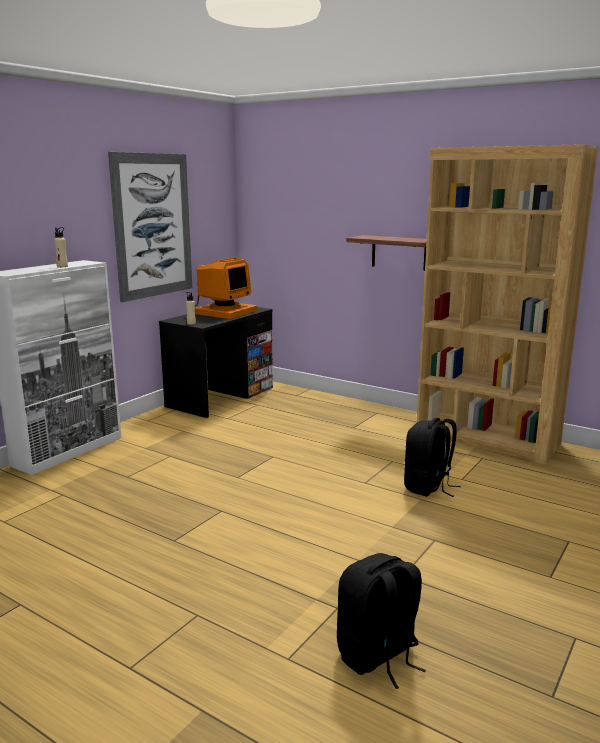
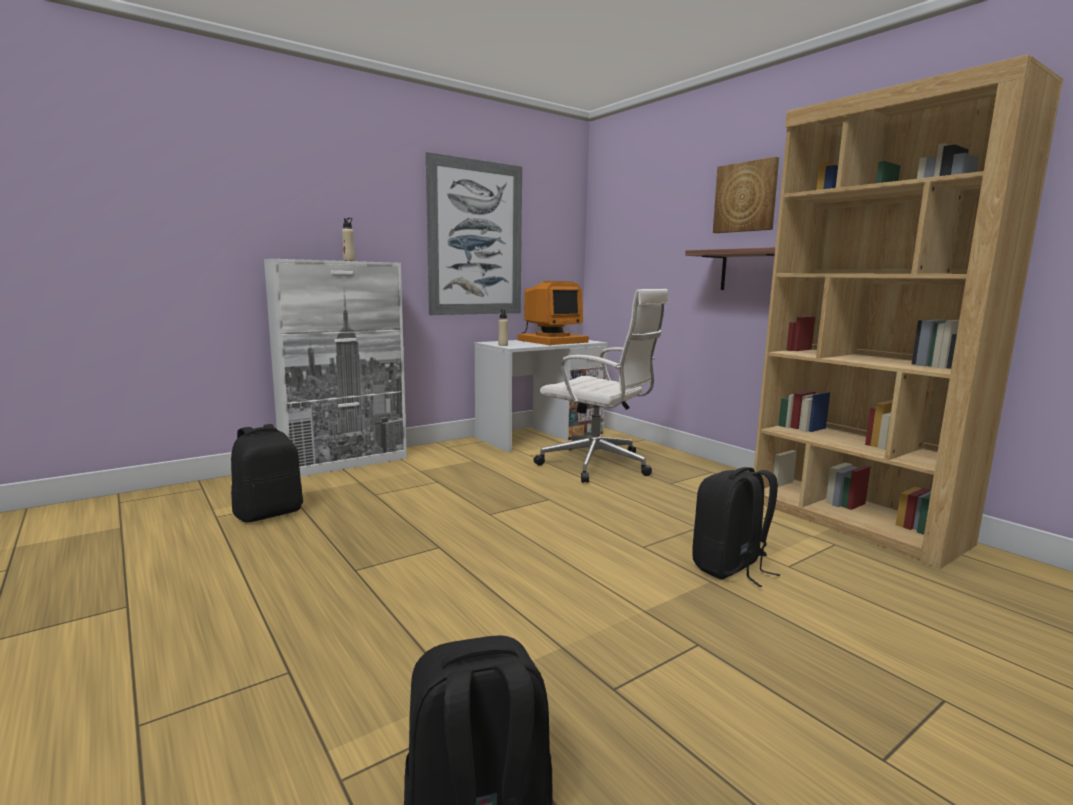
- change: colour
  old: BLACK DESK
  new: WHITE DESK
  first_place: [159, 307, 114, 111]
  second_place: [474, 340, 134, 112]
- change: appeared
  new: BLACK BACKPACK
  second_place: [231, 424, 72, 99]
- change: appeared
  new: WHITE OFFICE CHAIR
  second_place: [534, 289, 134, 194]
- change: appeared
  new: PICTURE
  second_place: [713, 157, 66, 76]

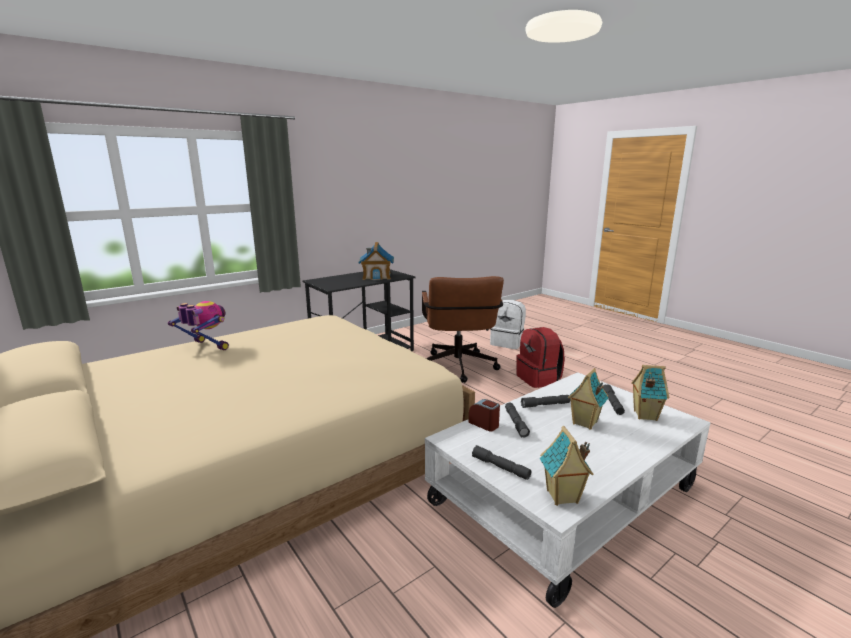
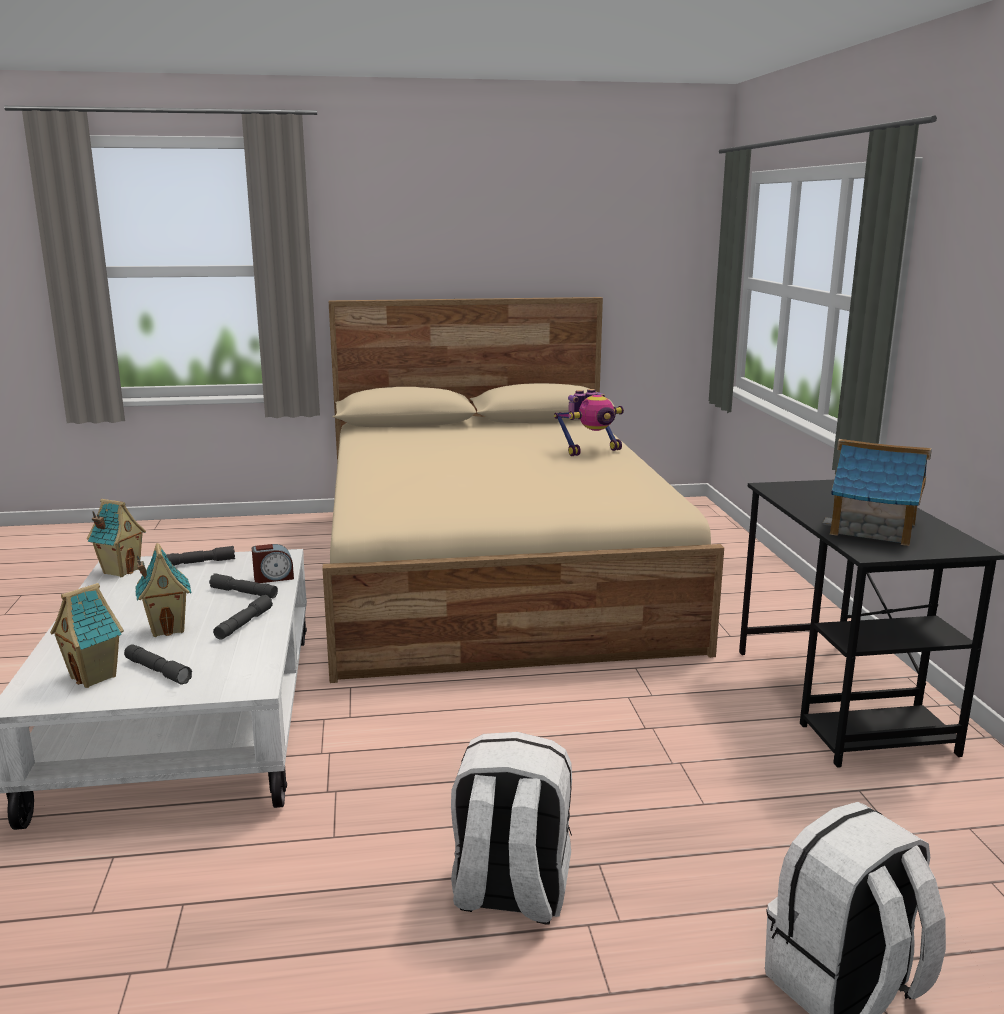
- change: missing
  old: BROWN OFFICE CHAIR
  first_place: [422, 276, 82, 107]
- change: colour
  old: RED BACKPACK
  new: WHITE BACKPACK
  first_place: [516, 327, 49, 61]
  second_place: [451, 732, 121, 193]

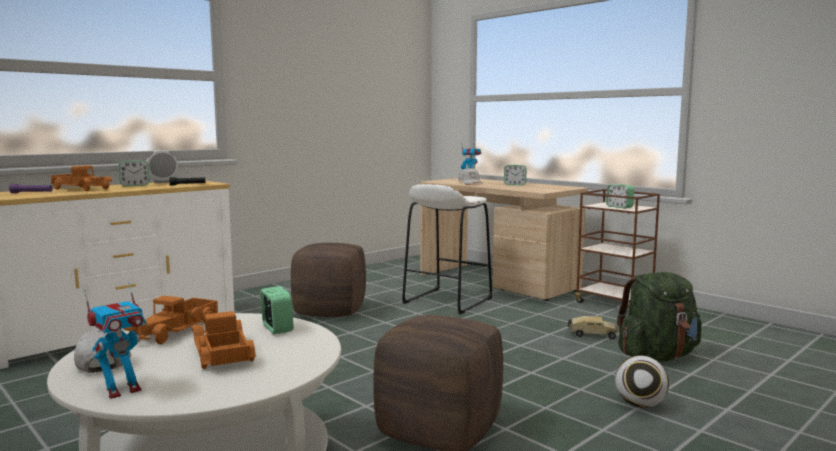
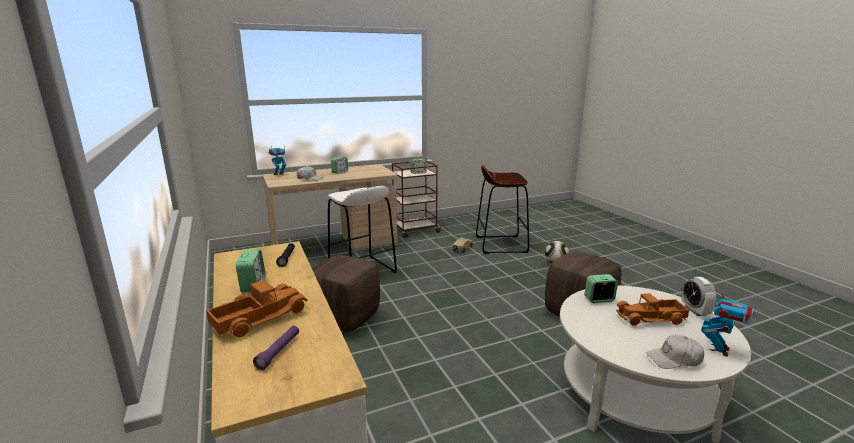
- change: spun
  old: TOY ROBOT
  first_place: [84, 282, 63, 117]
  second_place: [701, 287, 53, 70]
  degrees: 60
- change: missing
  old: TOY TRUCK
  first_place: [124, 296, 94, 48]
- change: relocated
  old: ALARM CLOCK
  first_place: [146, 150, 32, 33]
  second_place: [682, 277, 34, 39]
- change: exchanged
  old: GREEN BACKPACK
  new: BROWN STOOL
  first_place: [617, 272, 85, 90]
  second_place: [476, 165, 53, 89]

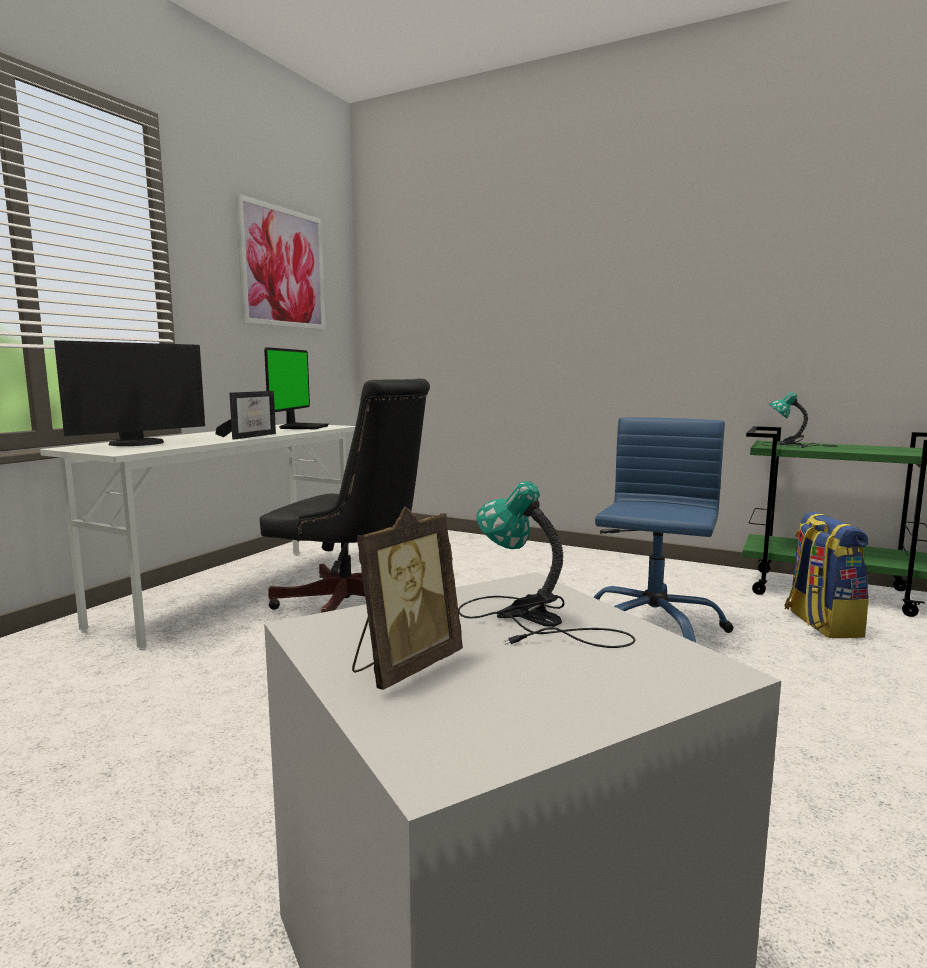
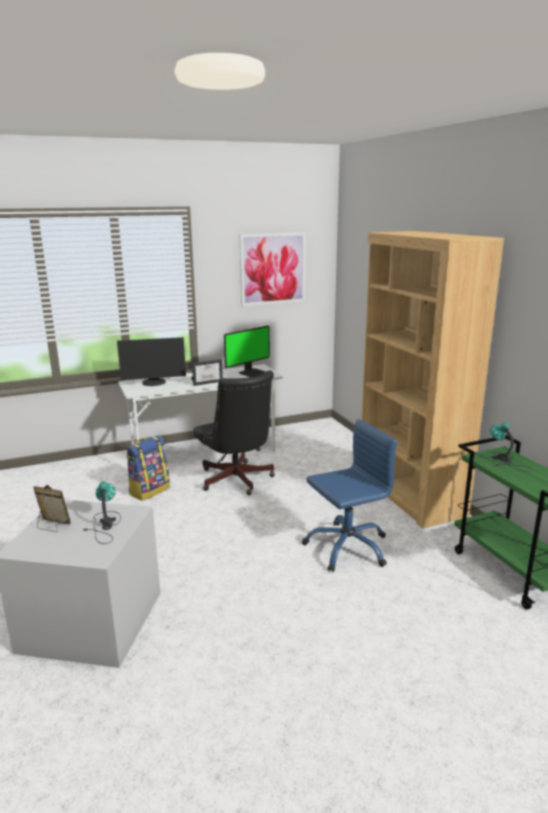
- change: spun
  old: PICTURE FRAME
  first_place: [352, 507, 111, 183]
  second_place: [33, 485, 38, 47]
  degrees: -150
- change: relocated
  old: BACKPACK
  first_place: [785, 512, 84, 126]
  second_place: [126, 436, 44, 65]
- change: appeared
  new: BROWN BOOKCASE
  second_place: [361, 231, 143, 298]

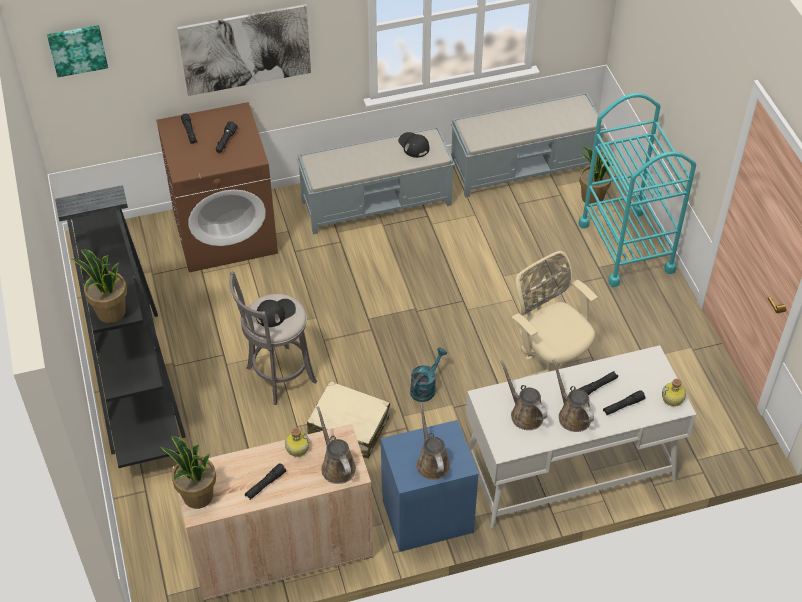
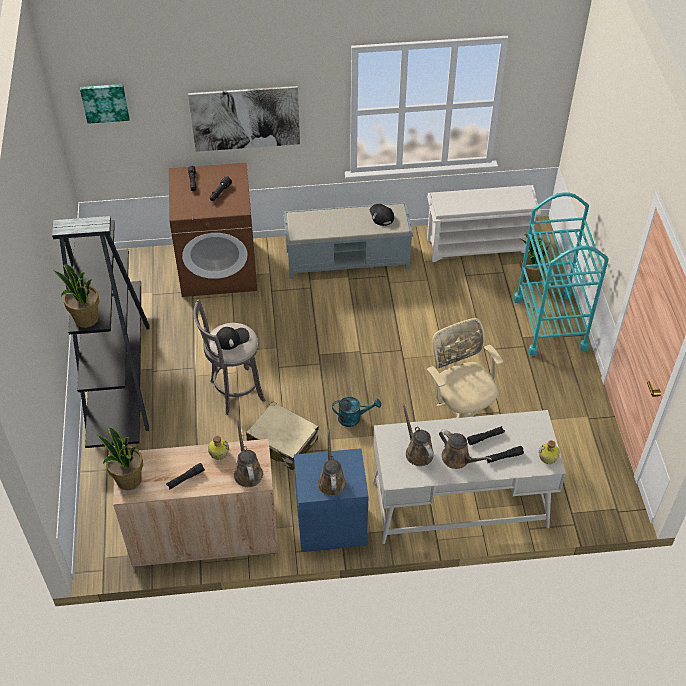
- change: spun
  old: TURQUOISE WATERING CAN
  first_place: [410, 348, 37, 54]
  second_place: [332, 397, 49, 30]
  degrees: 45
- change: exchanged
  old: GREY BENCH
  new: WHITE SHOE RACK
  first_place: [451, 93, 155, 105]
  second_place: [427, 185, 114, 77]
- change: spun
  old: BROWN WATERING CAN
  first_place: [552, 359, 42, 73]
  second_place: [439, 429, 53, 40]
  degrees: 150

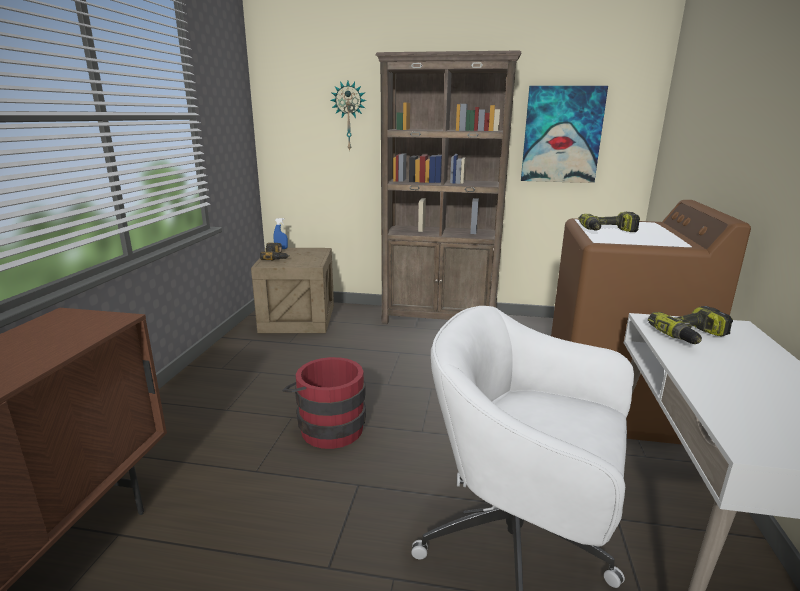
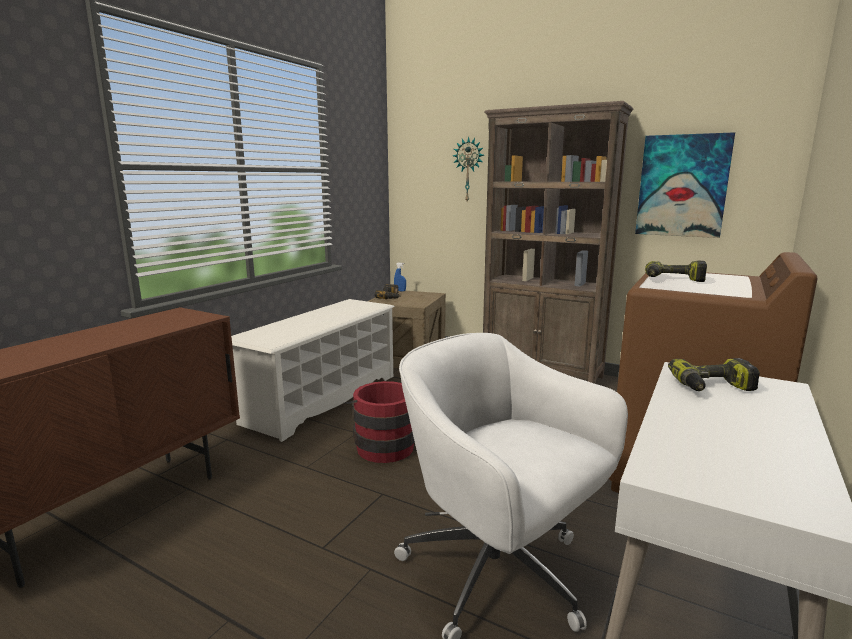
- change: appeared
  new: WHITE SHOE RACK
  second_place: [231, 299, 163, 143]

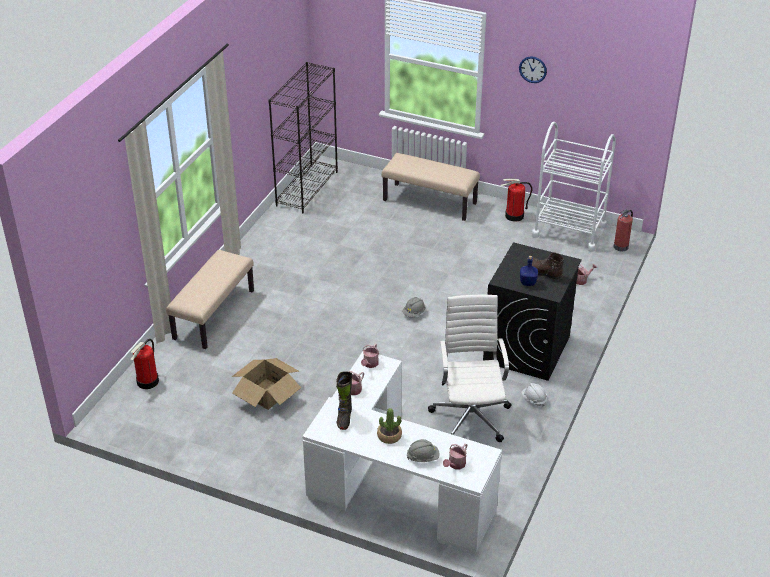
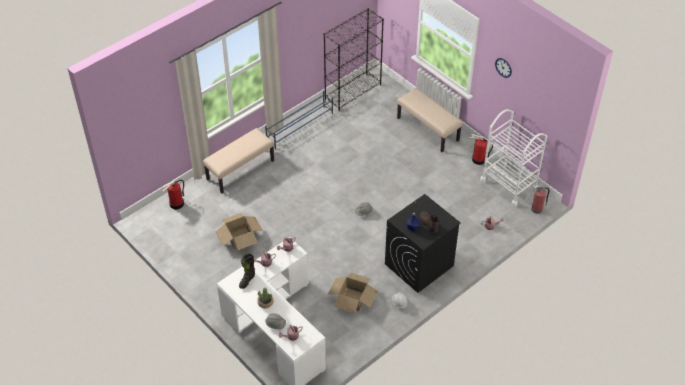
- change: exchanged
  old: WHITE OFFICE CHAIR
  new: CARDBOARD BOX
  first_place: [428, 295, 84, 147]
  second_place: [328, 273, 50, 40]
- change: appeared
  new: BLUE SHOE RACK
  second_place: [265, 90, 68, 60]

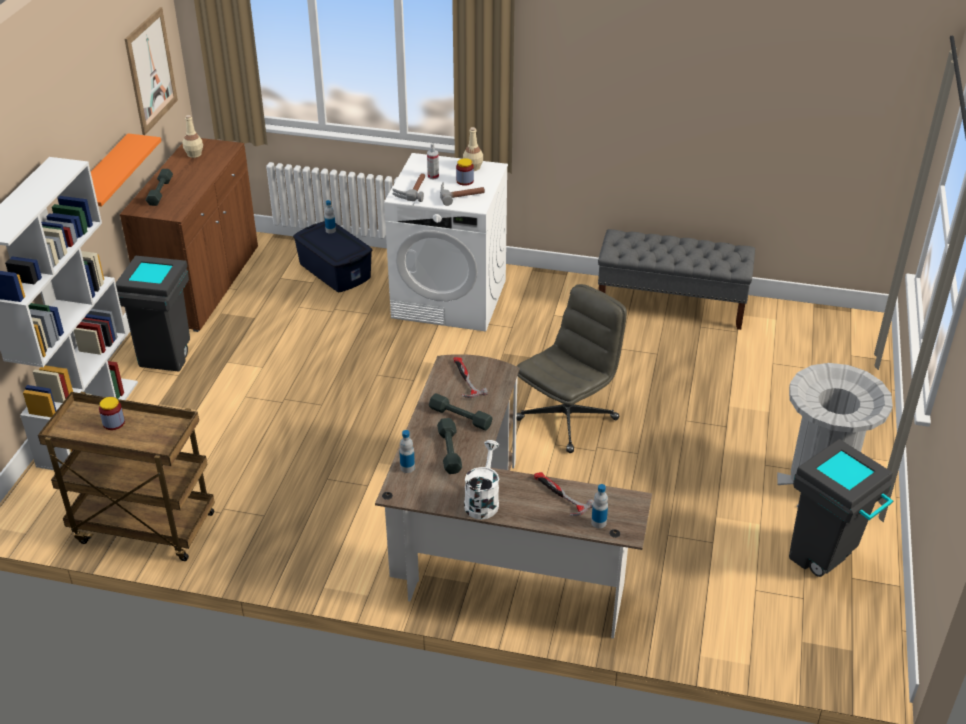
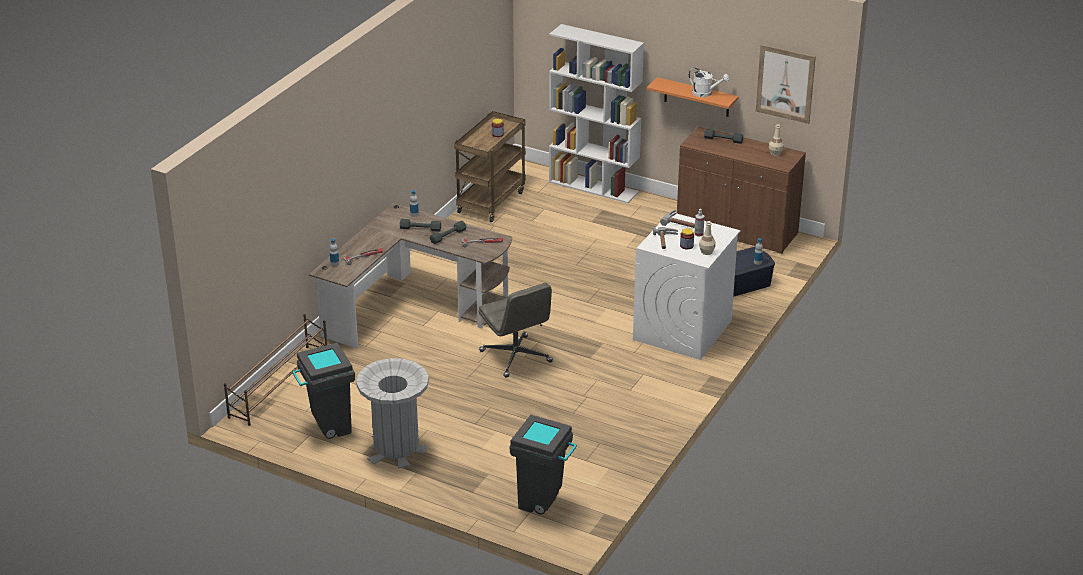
- change: relocated
  old: GREY TRASH CAN
  first_place: [116, 256, 74, 115]
  second_place: [509, 415, 68, 100]
- change: relocated
  old: WHITE WATERING CAN
  first_place: [464, 440, 35, 80]
  second_place: [689, 68, 40, 29]
- change: missing
  old: GREY BENCH
  first_place: [598, 229, 157, 101]
- change: appeared
  new: BROWN SHOE RACK
  second_place: [224, 314, 103, 112]

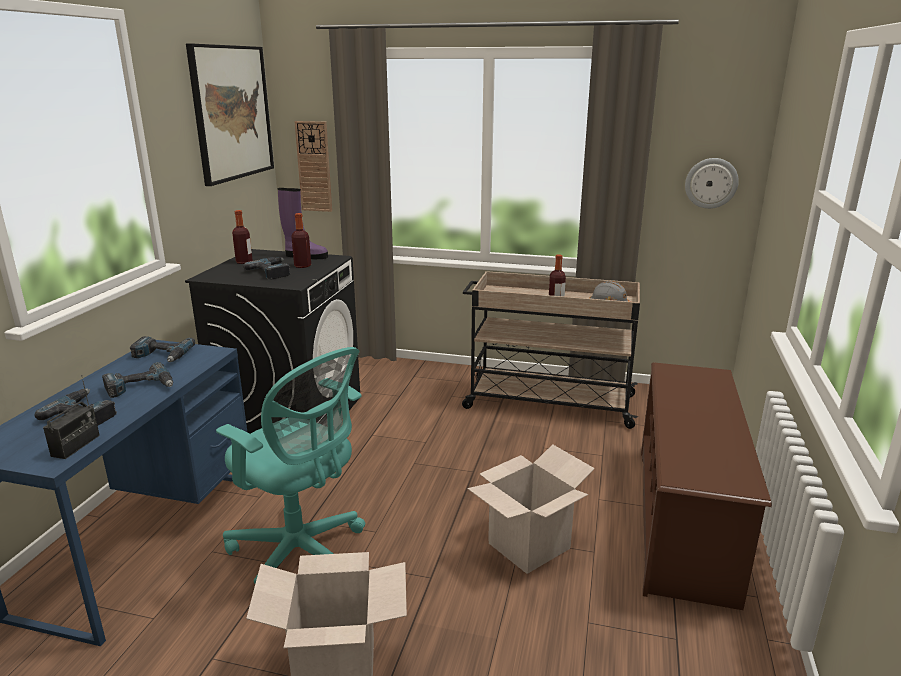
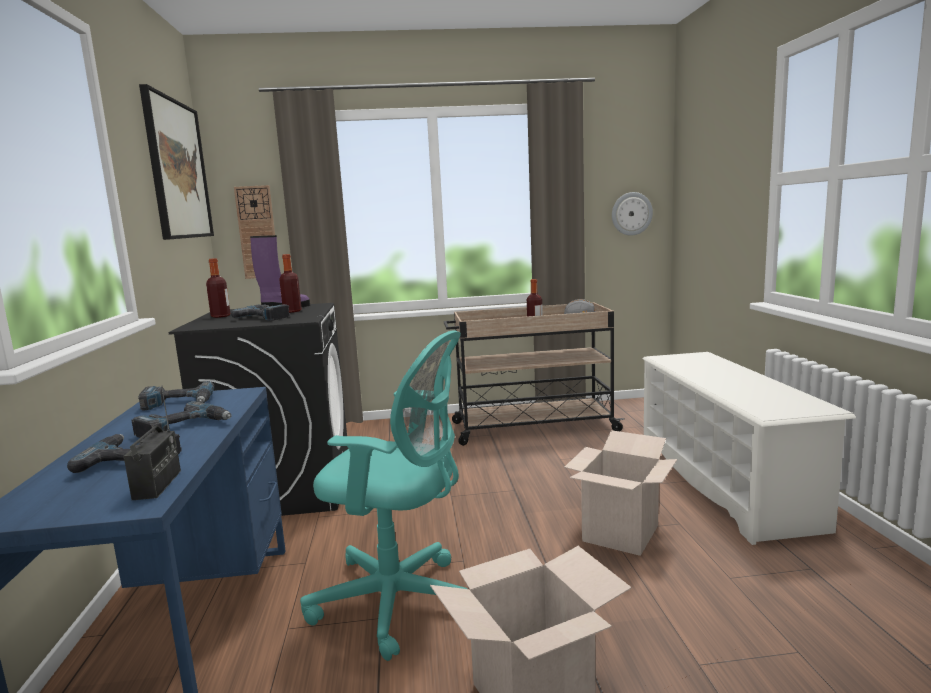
- change: colour
  old: BROWN SHOE RACK
  new: WHITE SHOE RACK
  first_place: [641, 362, 131, 248]
  second_place: [642, 352, 214, 193]

